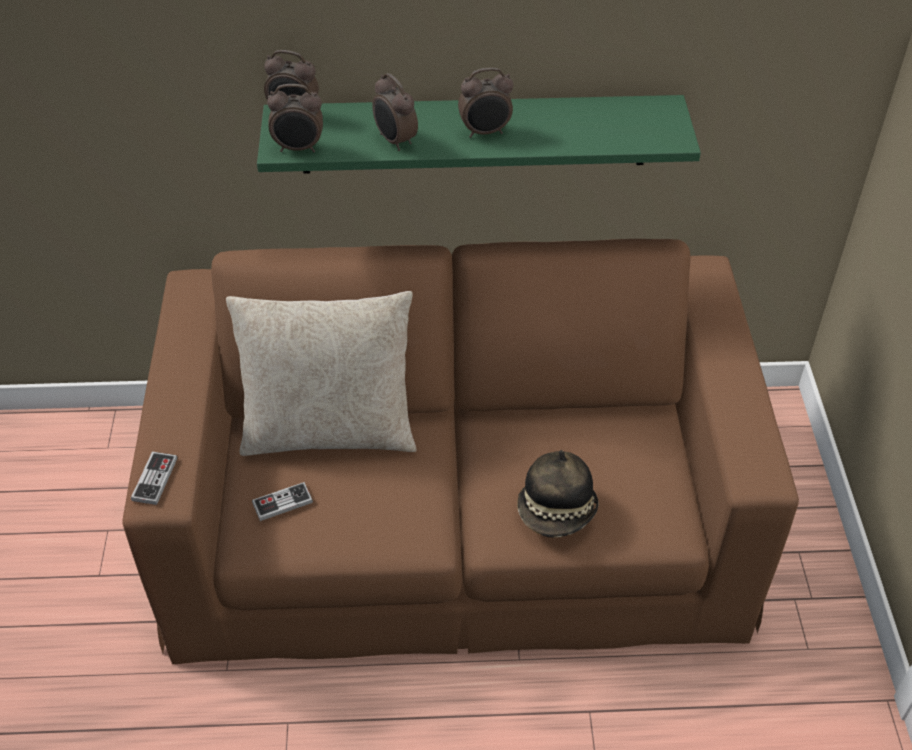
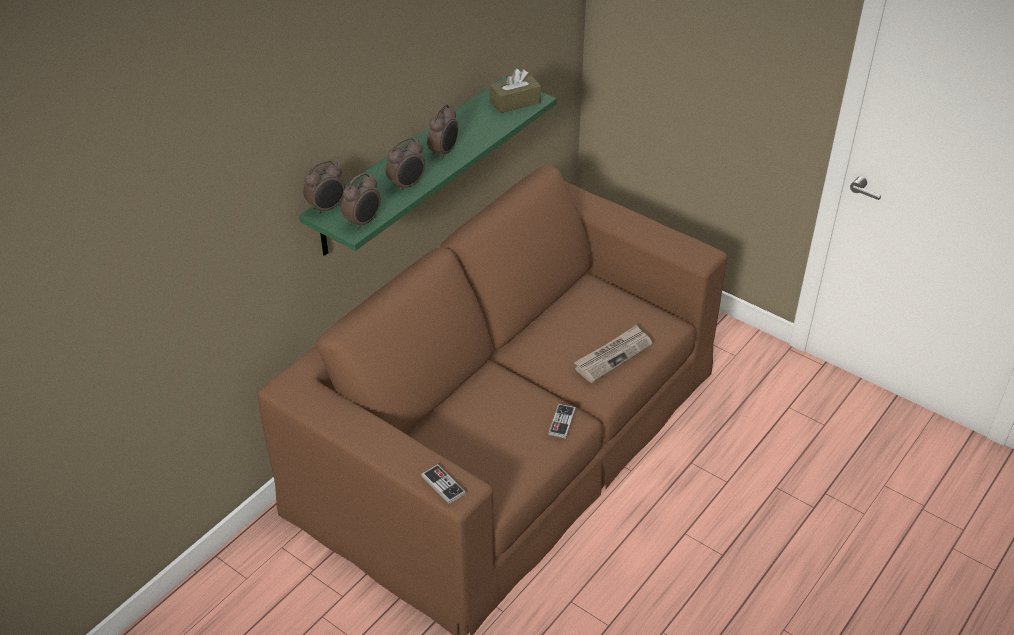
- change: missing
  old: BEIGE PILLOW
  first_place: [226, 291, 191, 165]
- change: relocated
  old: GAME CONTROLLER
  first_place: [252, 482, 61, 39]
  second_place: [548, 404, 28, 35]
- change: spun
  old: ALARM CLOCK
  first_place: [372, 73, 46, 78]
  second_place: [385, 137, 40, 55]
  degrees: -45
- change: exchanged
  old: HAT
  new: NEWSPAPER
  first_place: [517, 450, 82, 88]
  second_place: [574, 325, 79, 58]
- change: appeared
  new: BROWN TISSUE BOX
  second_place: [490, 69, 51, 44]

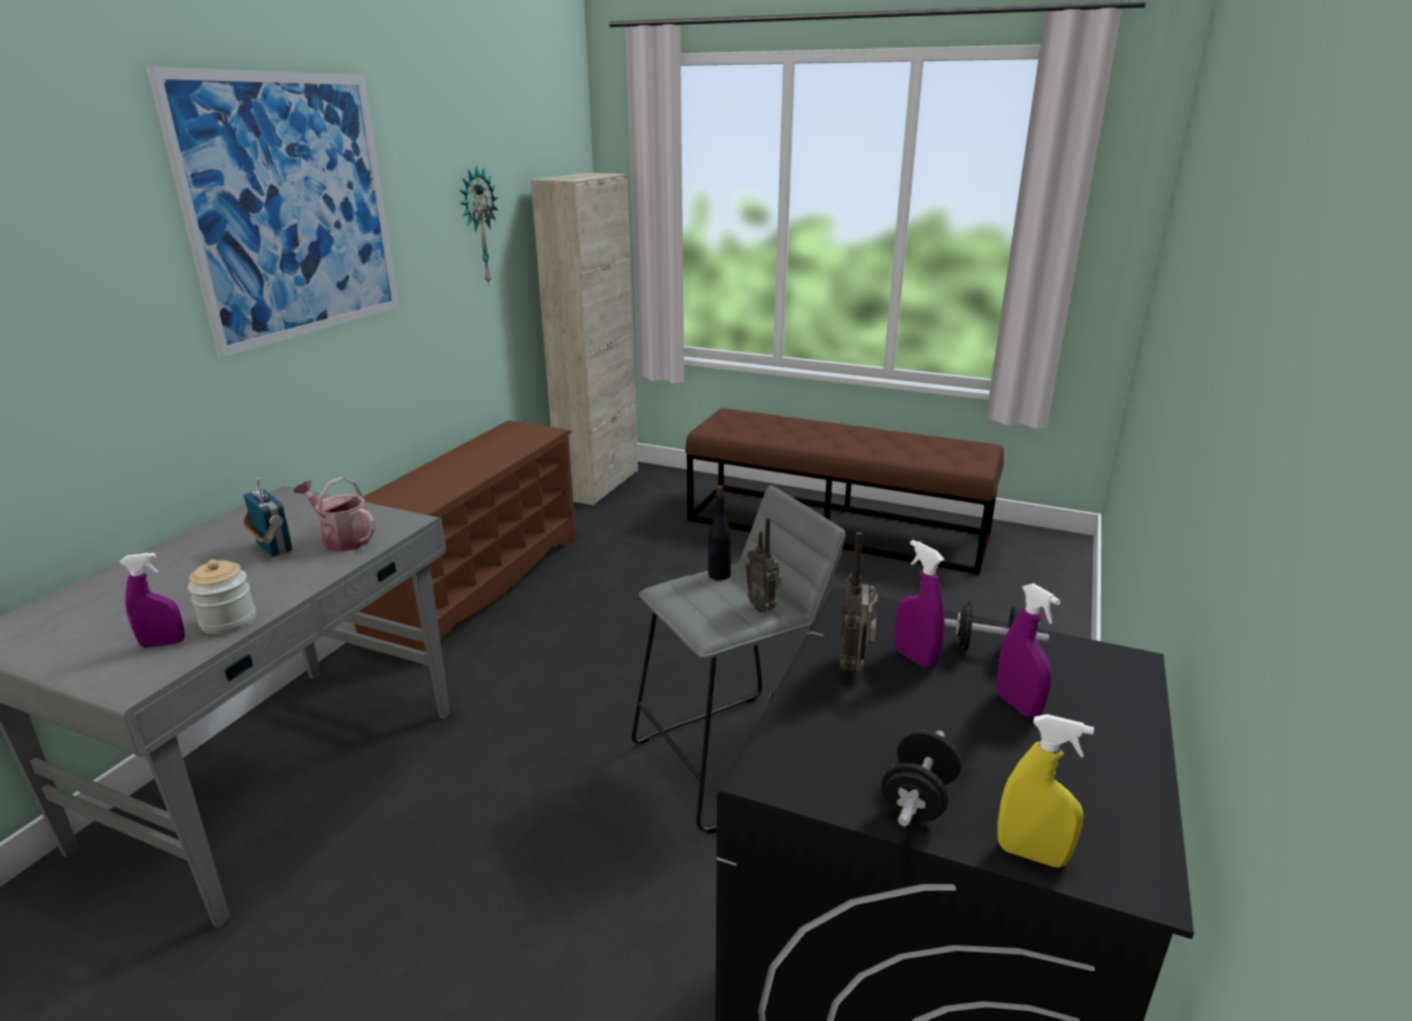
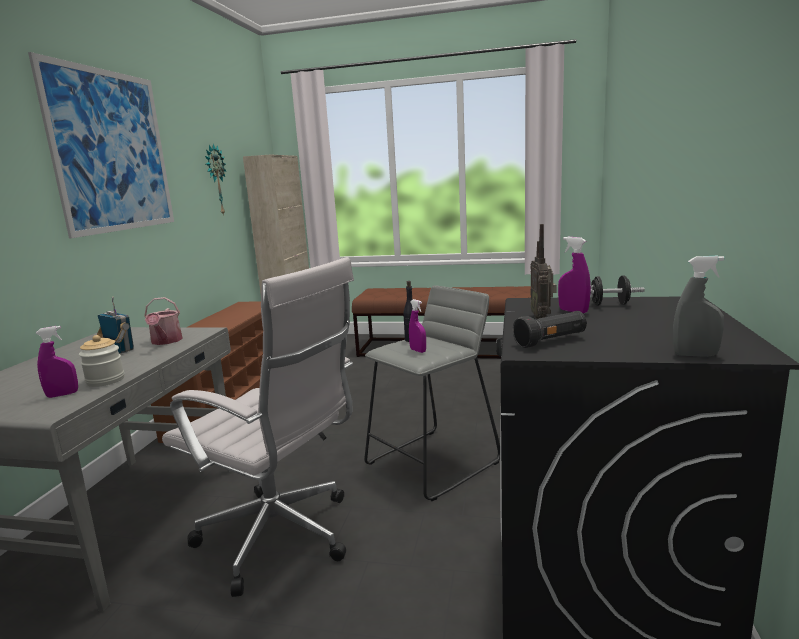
- change: spun
  old: WATERING CAN
  first_place: [294, 477, 81, 75]
  second_place: [144, 297, 39, 48]
  degrees: -120
- change: missing
  old: RADIO
  first_place: [746, 517, 36, 96]
- change: missing
  old: BLACK DUMBBELL
  first_place: [882, 730, 79, 96]
- change: relocated
  old: PURPLE SPRAY BOTTLE
  first_place: [996, 583, 65, 135]
  second_place: [409, 299, 17, 54]
- change: colour
  old: YELLOW SPRAY BOTTLE
  new: GREY SPRAY BOTTLE
  first_place: [998, 714, 96, 153]
  second_place: [673, 256, 52, 101]
- change: appeared
  new: WHITE OFFICE CHAIR
  second_place: [162, 257, 192, 340]
- change: appeared
  new: BLACK FLASHLIGHT
  second_place: [513, 311, 74, 37]

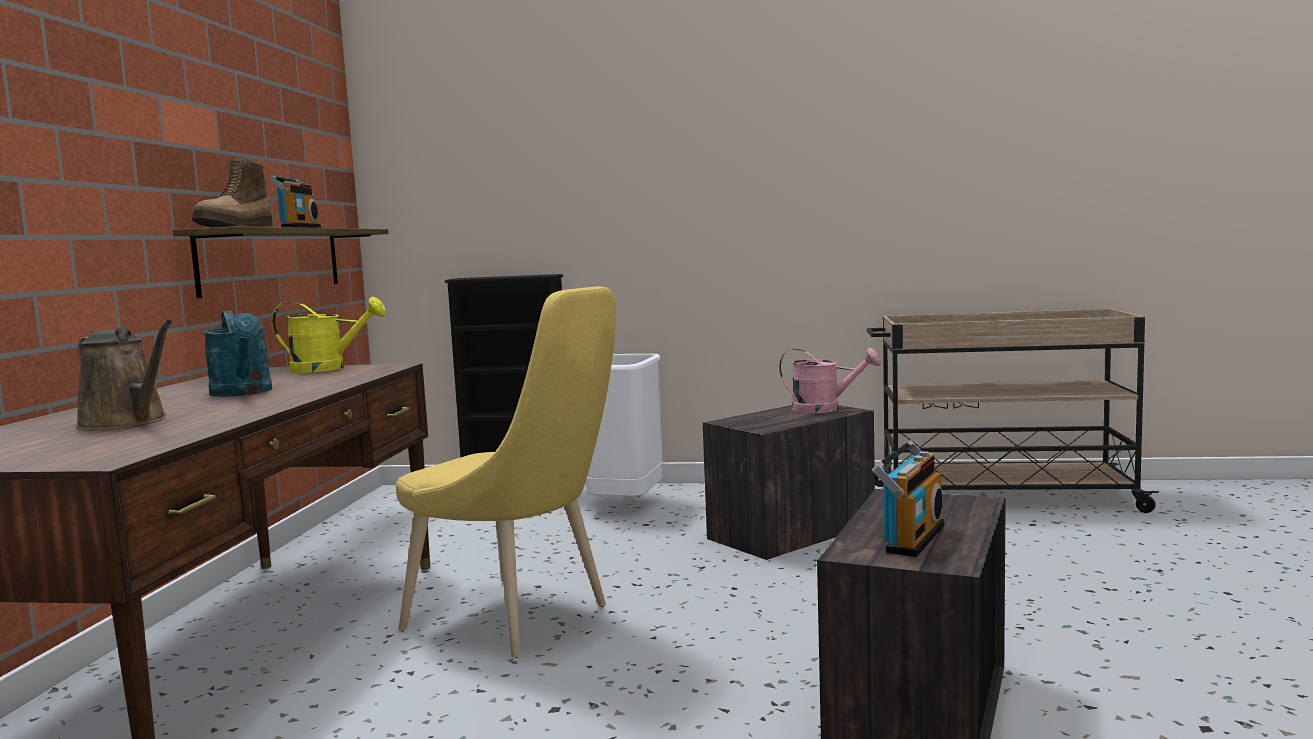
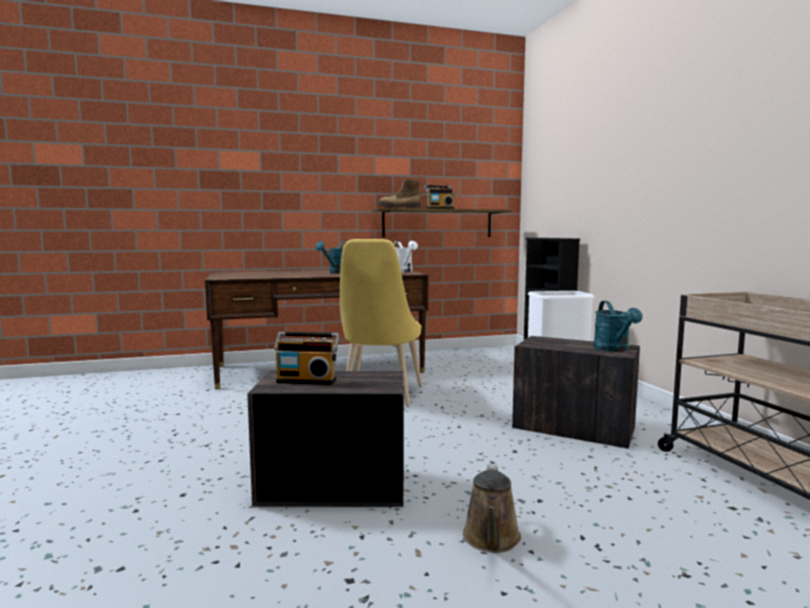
- change: relocated
  old: BROWN WATERING CAN
  first_place: [75, 320, 97, 110]
  second_place: [463, 464, 58, 89]
- change: colour
  old: YELLOW WATERING CAN
  new: WHITE WATERING CAN
  first_place: [272, 296, 114, 77]
  second_place: [394, 241, 24, 31]
- change: colour
  old: PINK WATERING CAN
  new: TURQUOISE WATERING CAN
  first_place: [779, 348, 102, 65]
  second_place: [593, 301, 50, 51]

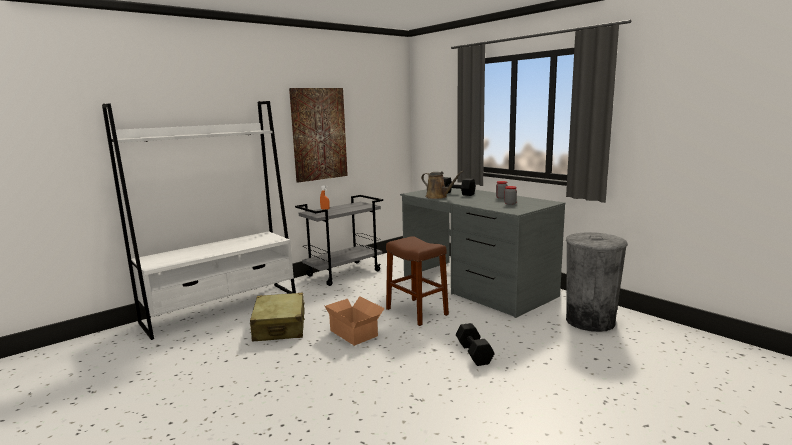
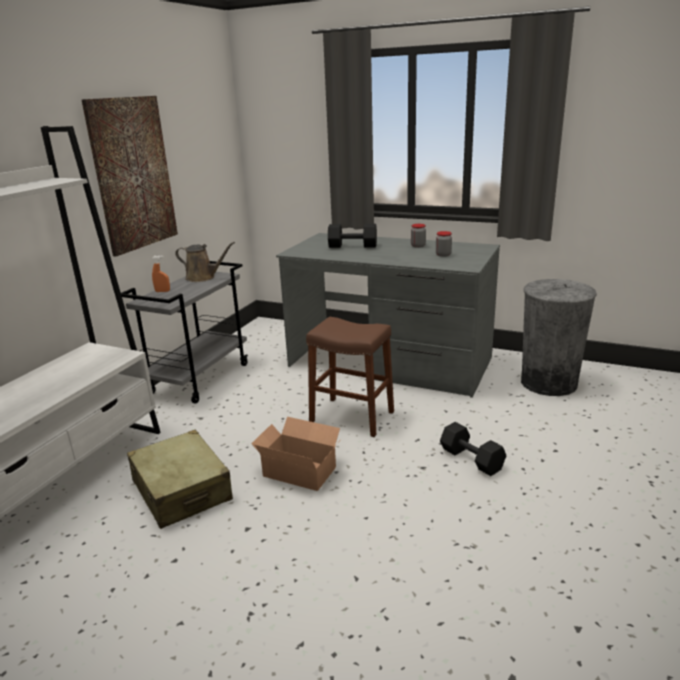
- change: relocated
  old: BROWN WATERING CAN
  first_place: [421, 171, 43, 28]
  second_place: [175, 242, 60, 40]

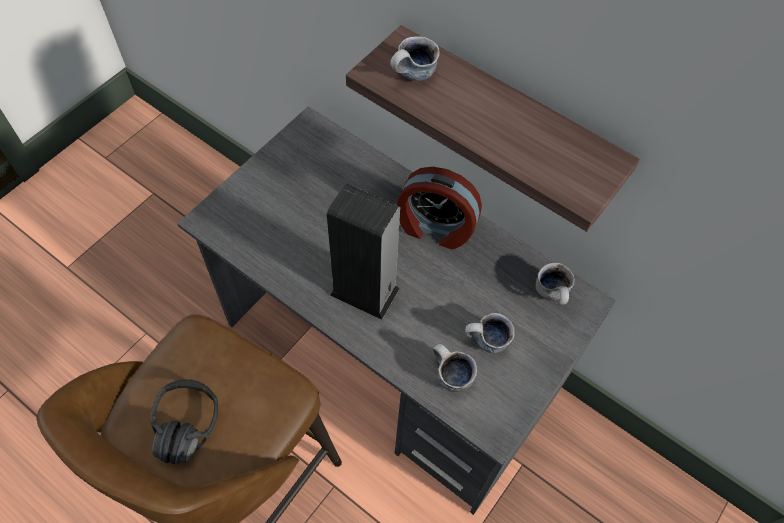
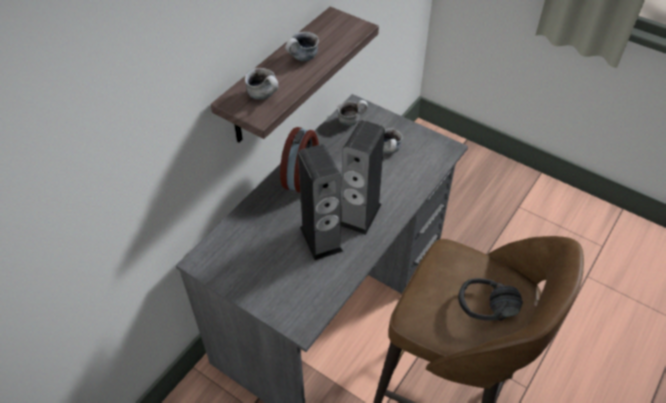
- change: relocated
  old: MUG
  first_place: [433, 344, 44, 48]
  second_place: [285, 32, 34, 29]
- change: appeared
  new: SPEAKER
  second_place: [298, 144, 45, 116]

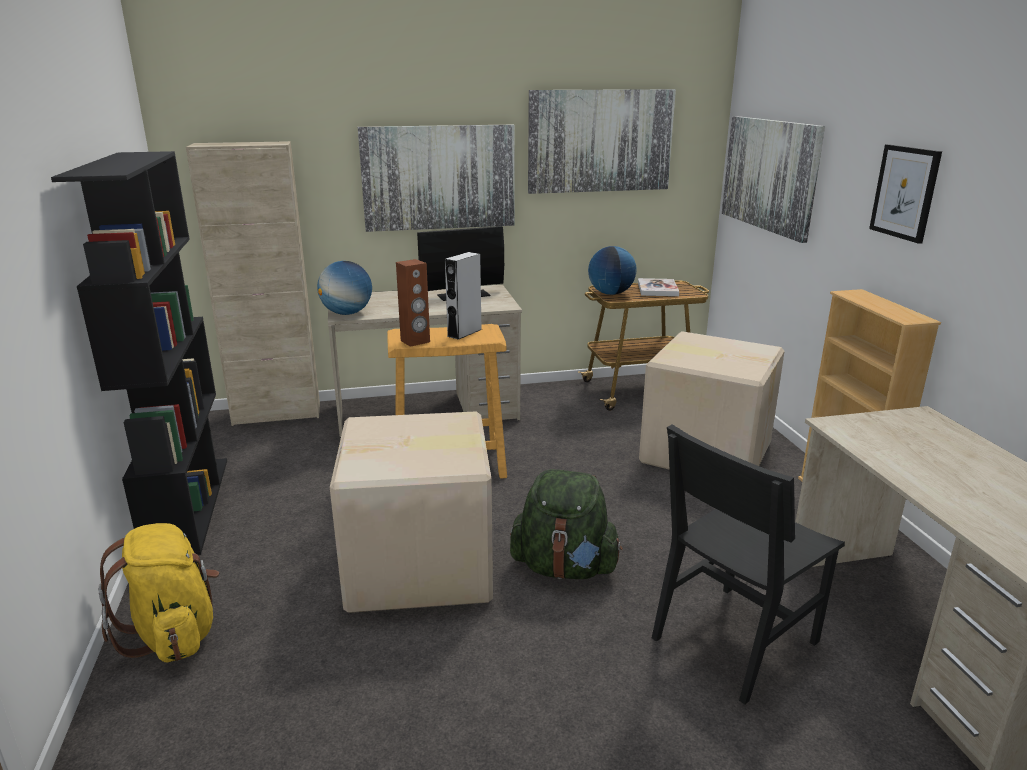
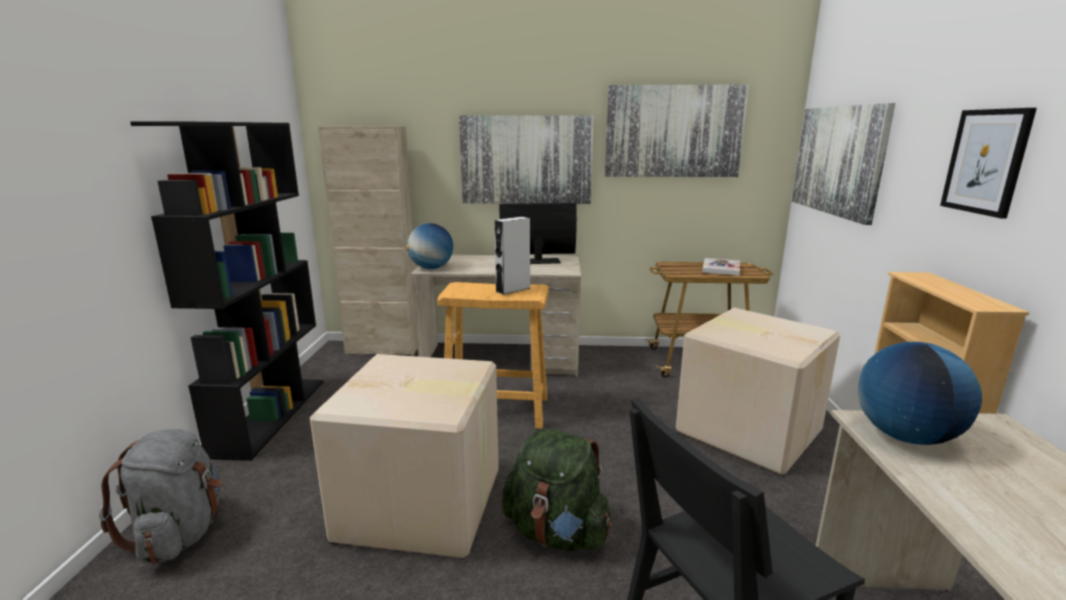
- change: colour
  old: YELLOW BACKPACK
  new: GREY BACKPACK
  first_place: [98, 523, 121, 139]
  second_place: [99, 429, 123, 135]
- change: missing
  old: BROWN SPEAKER
  first_place: [396, 259, 34, 88]
- change: relocated
  old: GLOBE
  first_place: [588, 246, 49, 49]
  second_place: [857, 342, 125, 103]

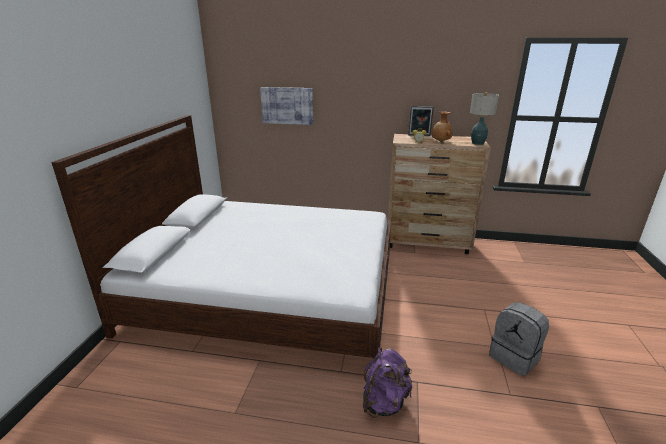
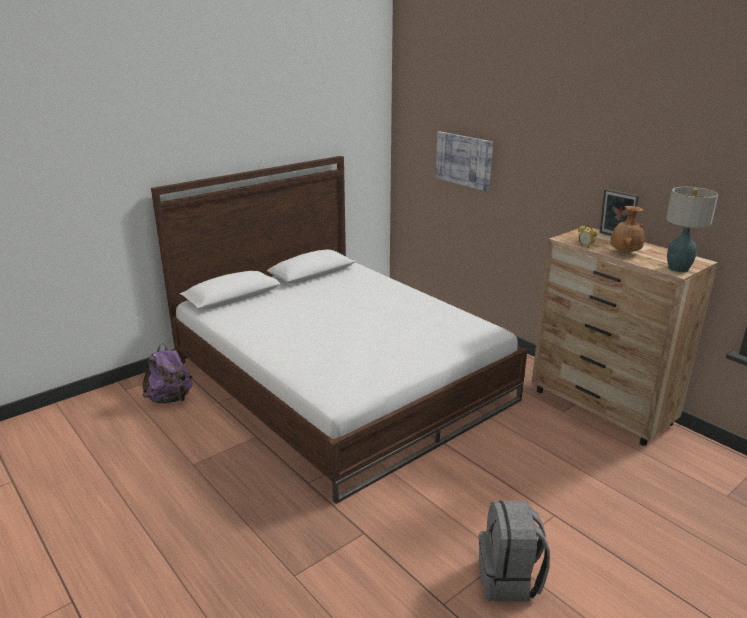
- change: relocated
  old: PURPLE BACKPACK
  first_place: [363, 347, 49, 71]
  second_place: [142, 343, 51, 61]

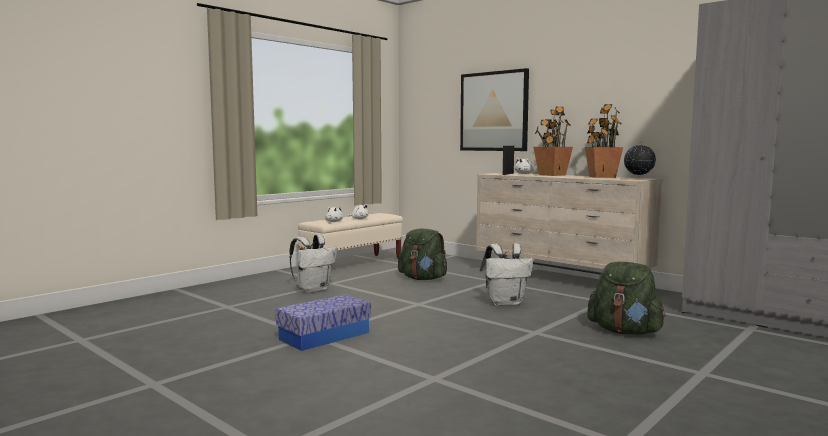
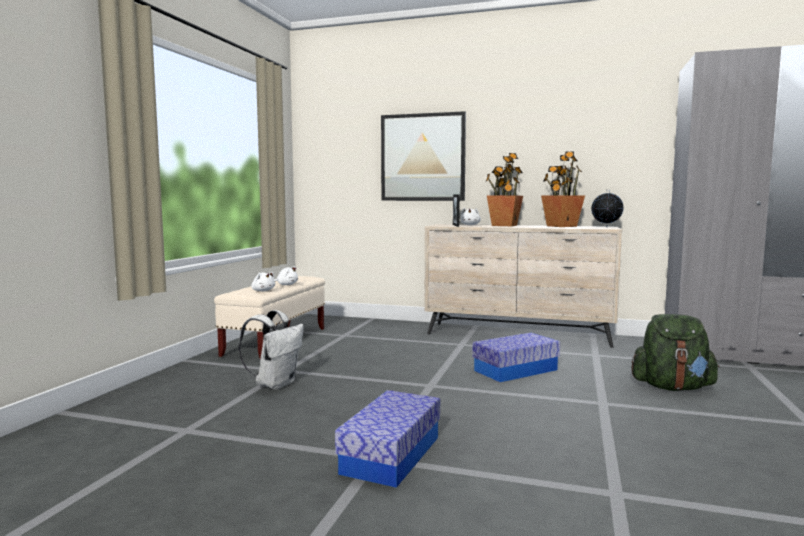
- change: missing
  old: GREEN BACKPACK
  first_place: [398, 228, 49, 52]
- change: exchanged
  old: WHITE BACKPACK
  new: STORAGE BOX
  first_place: [485, 243, 48, 63]
  second_place: [472, 333, 88, 49]

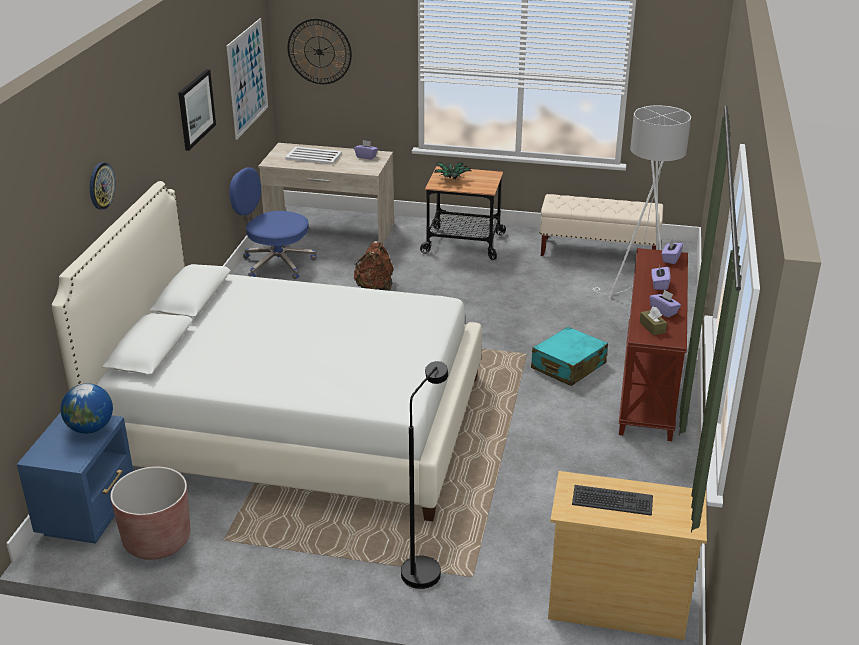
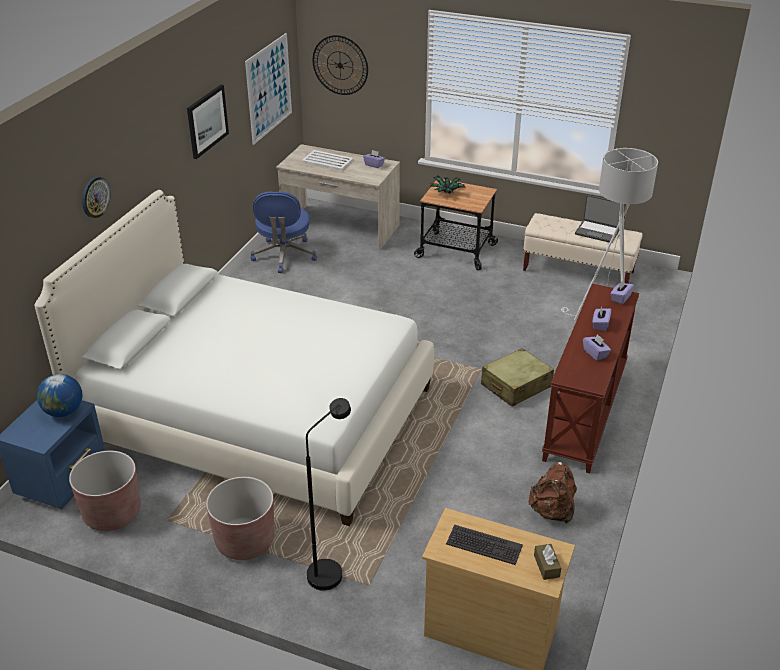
- change: spun
  old: BLUE OFFICE CHAIR
  first_place: [229, 167, 88, 112]
  second_place: [251, 192, 66, 81]
  degrees: -120
- change: relocated
  old: BROWN BACKPACK
  first_place: [354, 241, 40, 50]
  second_place: [528, 462, 49, 62]
- change: colour
  old: TURQUOISE SUITCASE
  new: BEIGE SUITCASE
  first_place: [531, 327, 77, 59]
  second_place: [481, 348, 73, 59]
- change: relocated
  old: BROWN TISSUE BOX
  first_place: [640, 306, 27, 30]
  second_place: [534, 544, 27, 36]
- change: appeared
  new: BROWN PLANTER
  second_place: [206, 477, 68, 83]
- change: appeared
  new: LAPTOP
  second_place: [575, 195, 47, 48]

